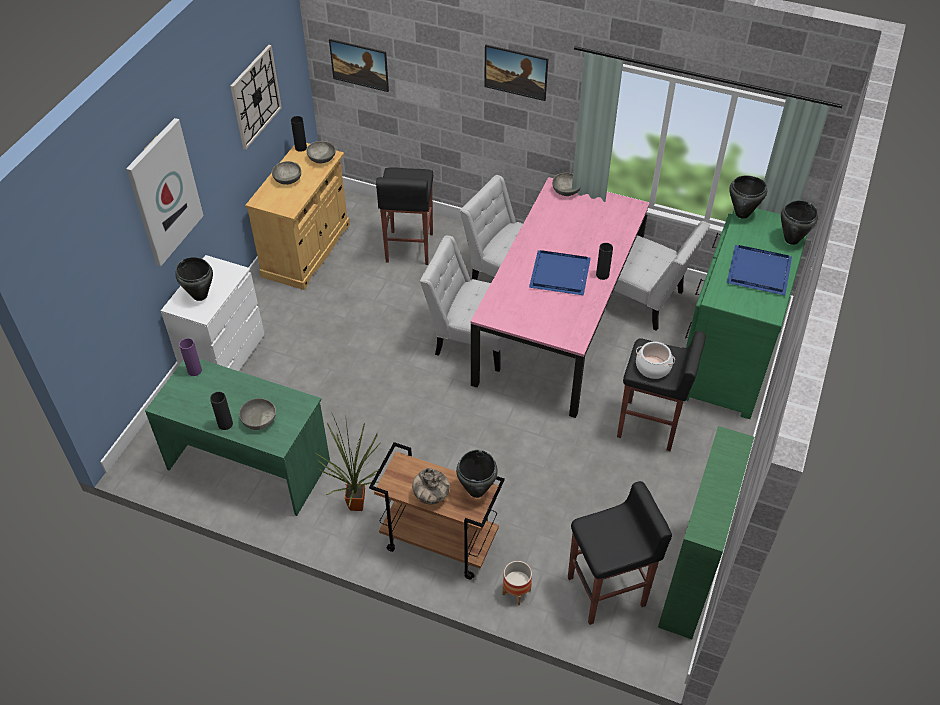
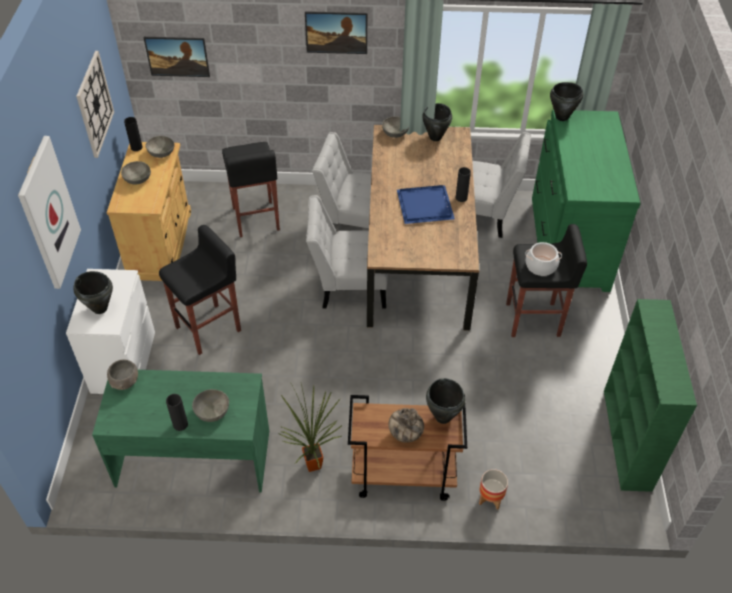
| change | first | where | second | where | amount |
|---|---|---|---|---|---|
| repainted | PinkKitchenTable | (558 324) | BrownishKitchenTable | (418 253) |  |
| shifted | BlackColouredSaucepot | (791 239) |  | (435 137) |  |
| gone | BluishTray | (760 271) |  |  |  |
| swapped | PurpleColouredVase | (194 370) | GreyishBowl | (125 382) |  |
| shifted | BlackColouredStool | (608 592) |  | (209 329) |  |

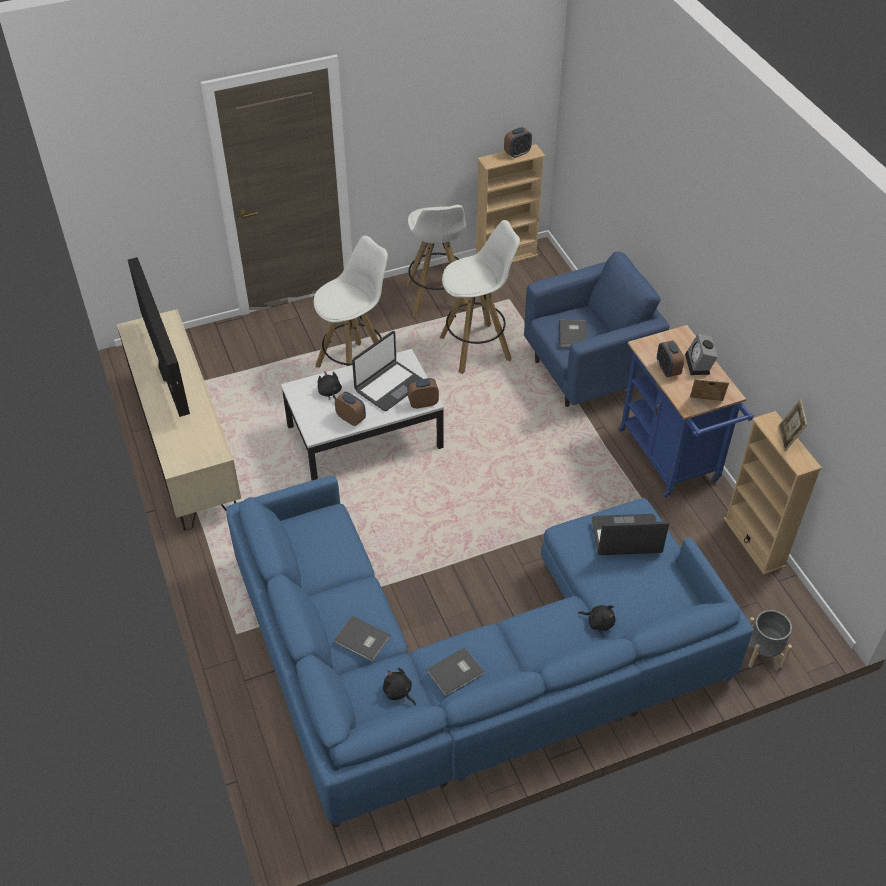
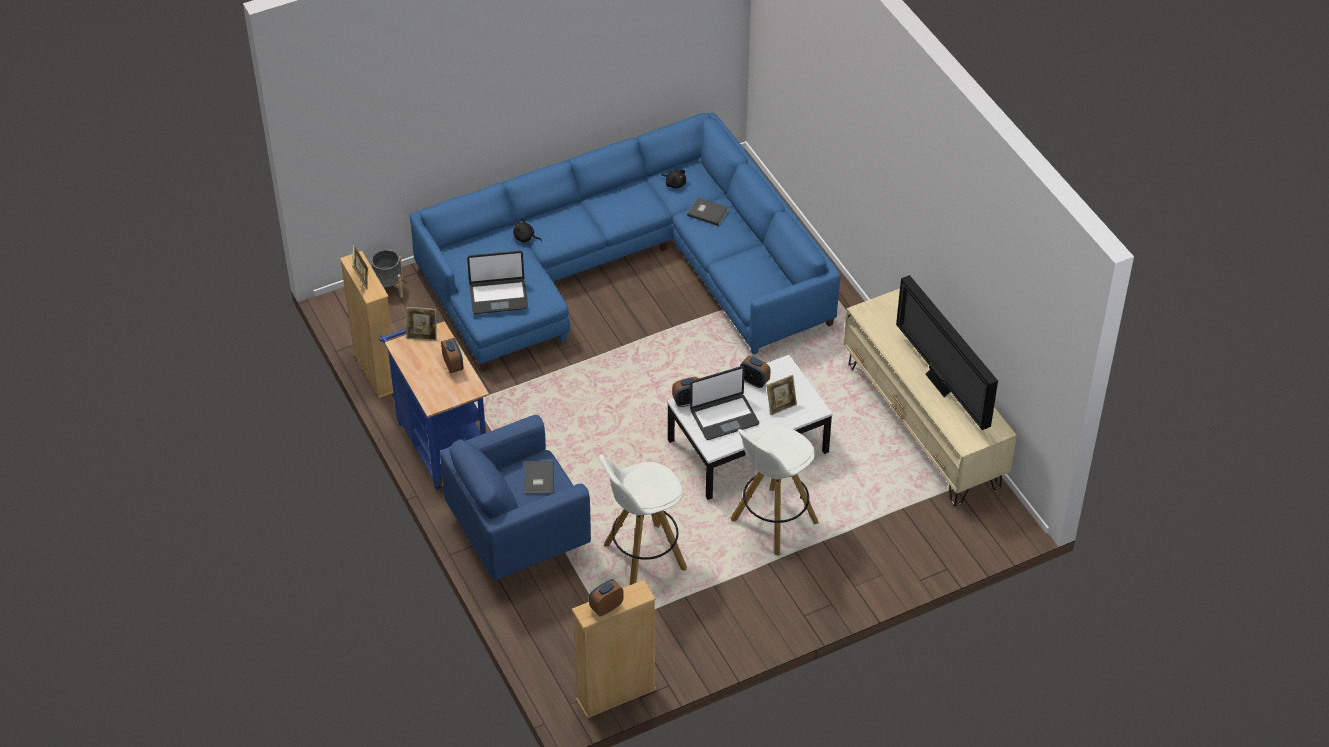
| change | first | where | second | where | amount |
|---|---|---|---|---|---|
| gone | WhiteStool | (437 298) |  |  |  |
| rotated | Laptop | (389 386) |  | (724 417) | 150 degrees counterclockwise |
| gone | TableClock | (699 365) |  |  |  |
| swapped | BlackColouredCuddlyToy | (330 393) | PictureFrame | (781 406) |  |
| gone | GreyishBook | (456 673) |  |  |  |

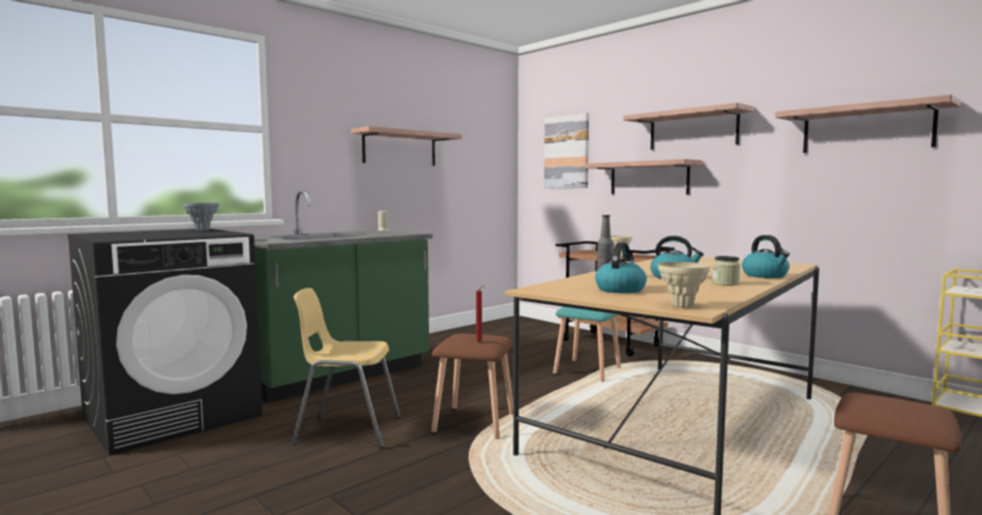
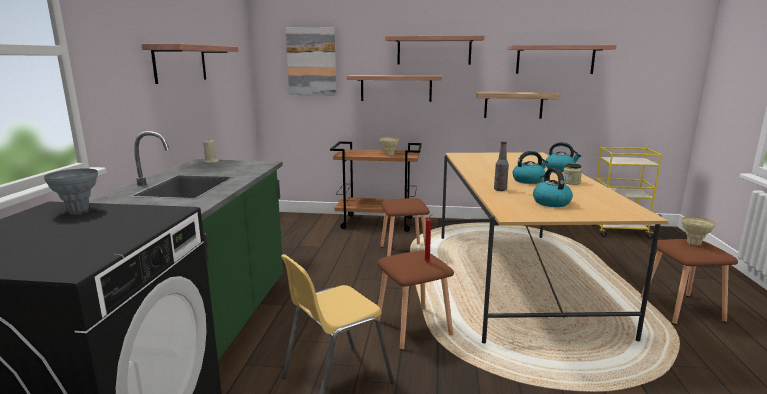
| change | first | where | second | where | amount |
|---|---|---|---|---|---|
| shifted | SandColouredVase | (682 306) |  | (693 243) |  |
| repainted | BlueGreenStool | (587 370) | BrownishStool | (403 252) |  |
| new |  |  | Shelf | (513 105) |  |

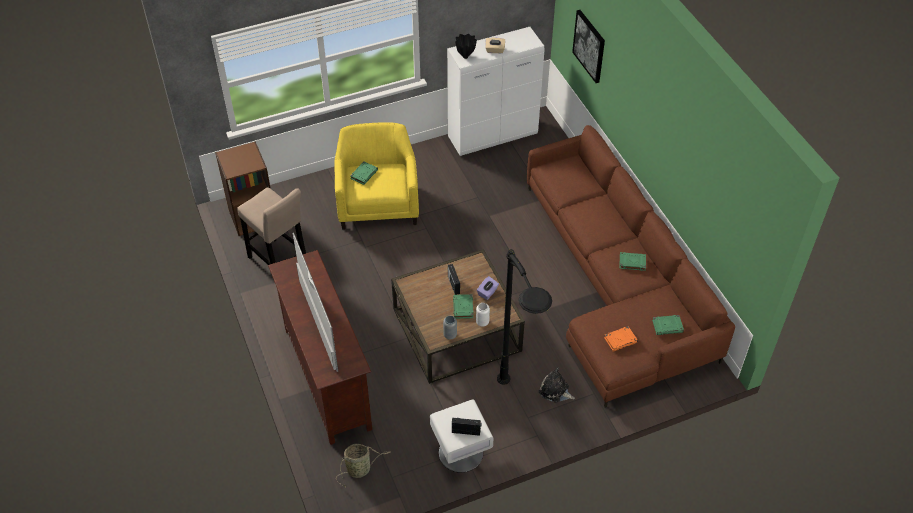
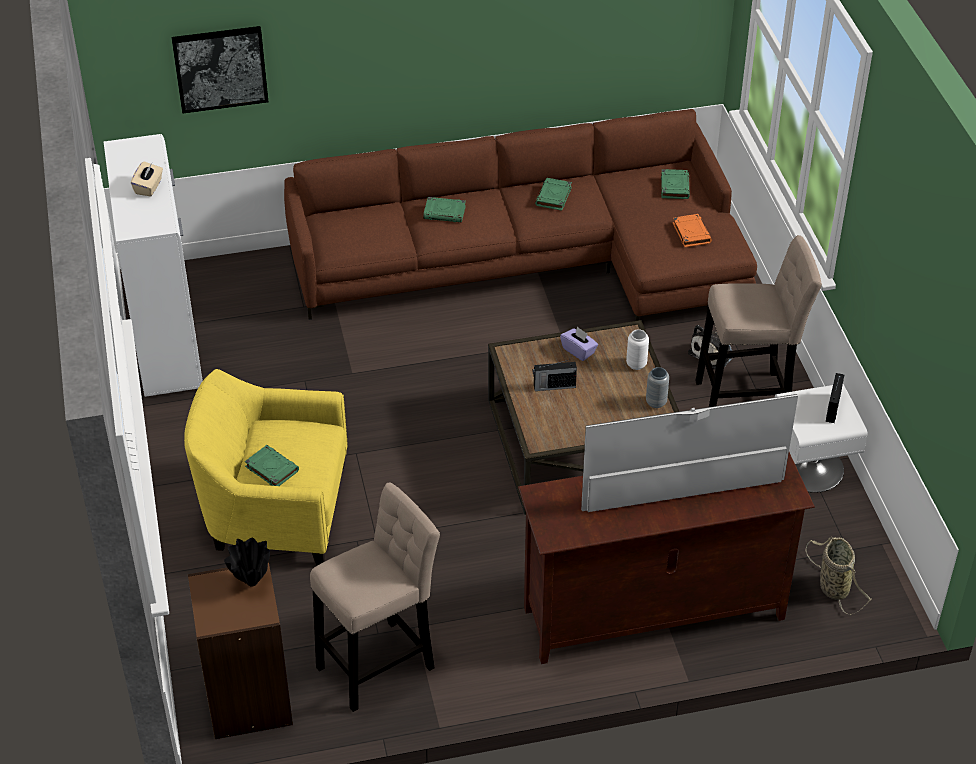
| change | first | where | second | where | amount |
|---|---|---|---|---|---|
| shifted | BlackColouredVase | (465 56) |  | (251 581) |  |
| swapped | BlackColouredStandingLamp | (517 413) | SandColouredStool | (748 397) |  |
| shifted | GreenishBook | (463 308) |  | (445 212) |  |

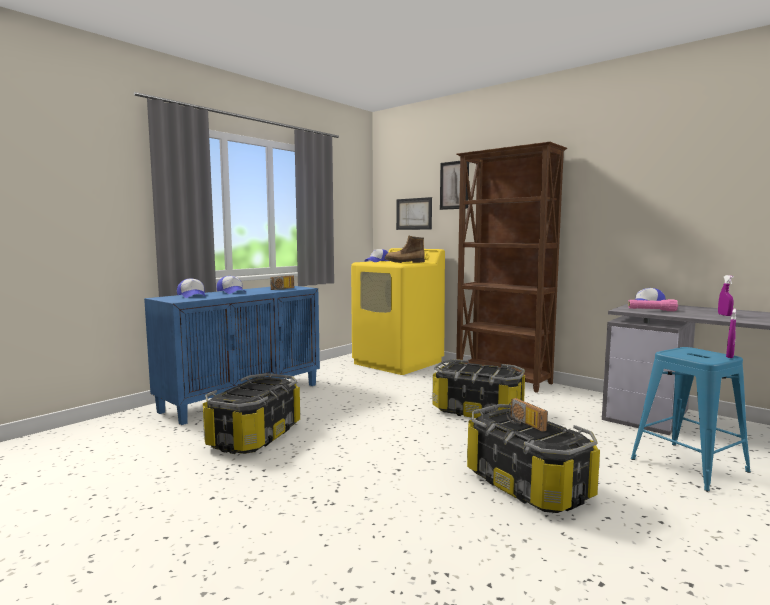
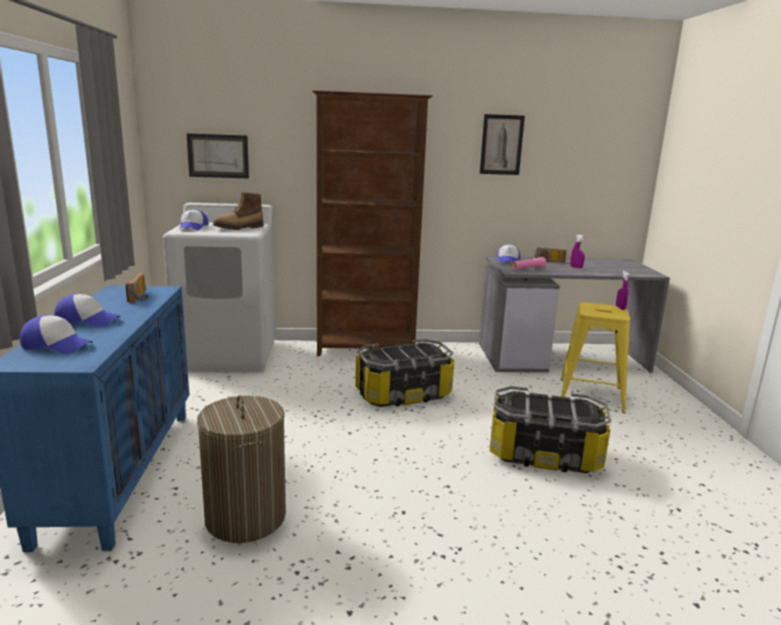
| change | first | where | second | where | amount |
|---|---|---|---|---|---|
| shifted | WallArt | (454 185) |  | (501 145) |  |
| repainted | YellowishWashingMachine | (398 363) | WhiteWashingMachine | (229 355) |  |
| repainted | BluishStool | (689 465) | YellowishStool | (591 395) |  |
| swapped | StorageBox | (254 435) | WashingBasket | (245 517) |  |
| shifted | Radio | (523 424) |  | (549 261) |  |

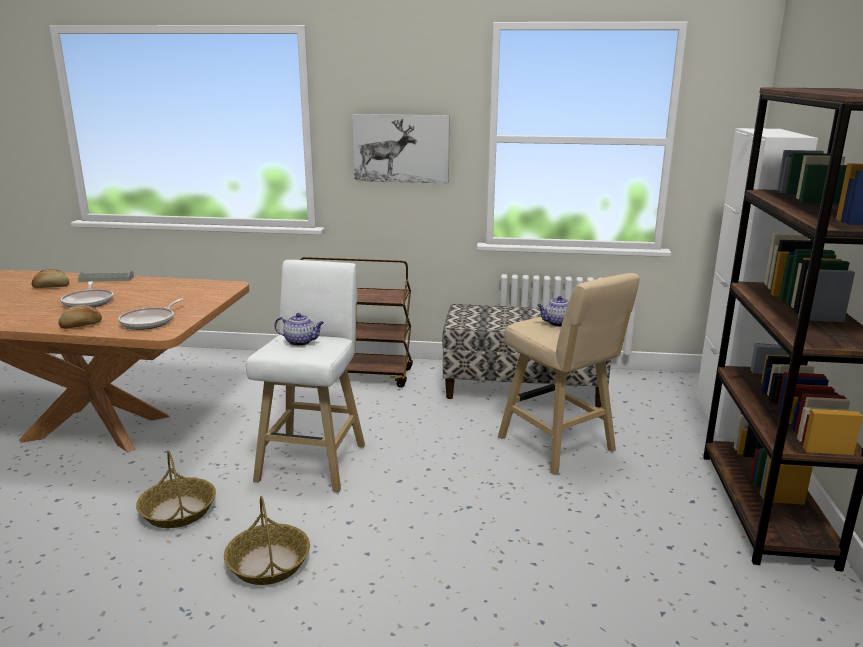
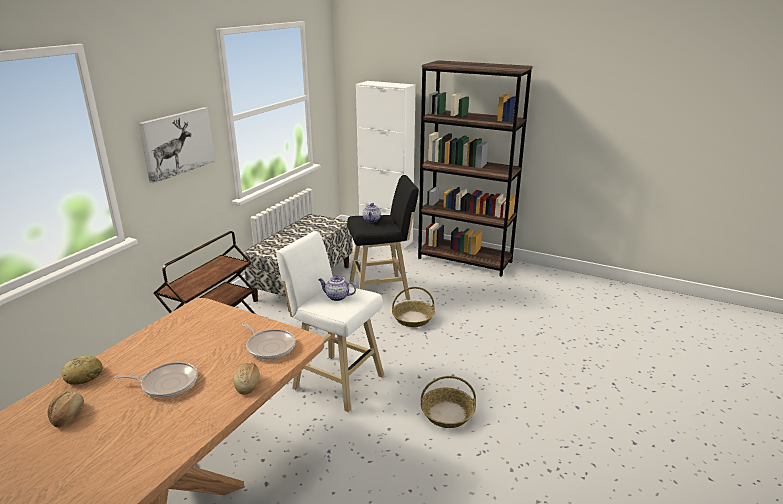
| change | first | where | second | where | amount |
|---|---|---|---|---|---|
| swapped | GreyishTray | (106 279) | BakeryBread | (84 376) |  |
| repainted | SandColouredStool | (559 447) | BlackColouredStool | (382 291) |  |
| rotated | PotForTea | (301 342) |  | (336 297) | 105 degrees counterclockwise |
| shifted | StorageBasket | (178 511) |  | (413 318) |  |

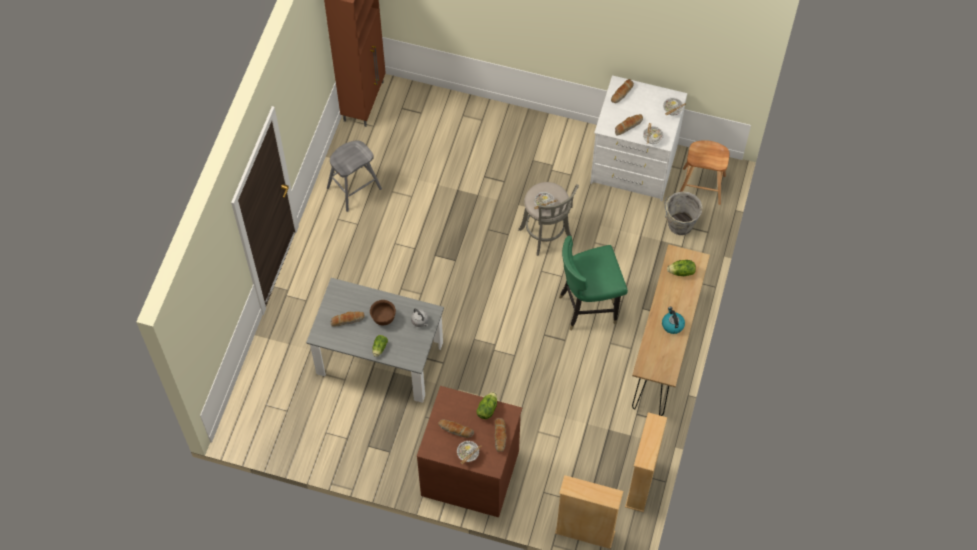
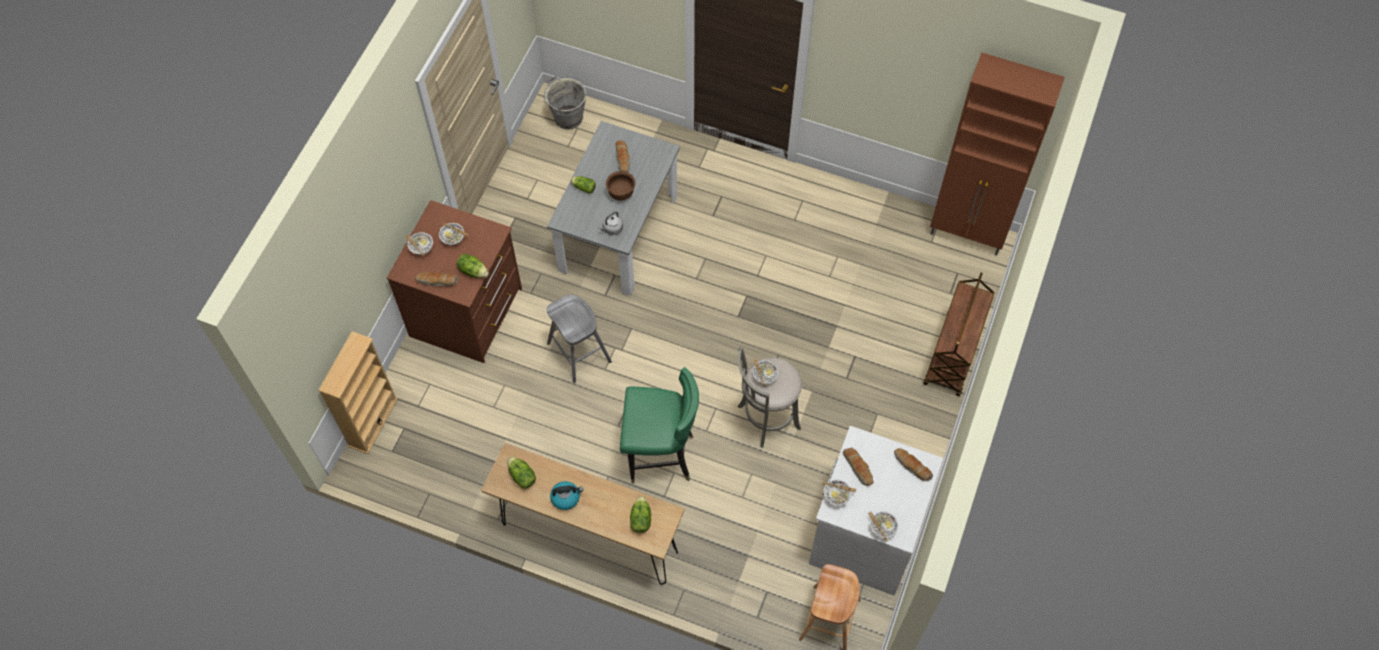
| change | first | where | second | where | amount |
|---|---|---|---|---|---|
| shifted | GreyishStool | (354 188) |  | (579 352) |  |
| shifted | GreyishBucket | (679 225) |  | (568 117) |  |
| rotated | GreenishPlainChair | (588 307) |  | (660 456) | 105 degrees clockwise |
| gone | SandColouredBookshelf | (641 484) |  |  |  |
| swapped | BakeryBread | (455 430) | Bowl | (453 238) |  |
| new |  |  | BrownishTrolley | (953 355) |  |
| new |  |  | LettuceHead | (521 476) |  |

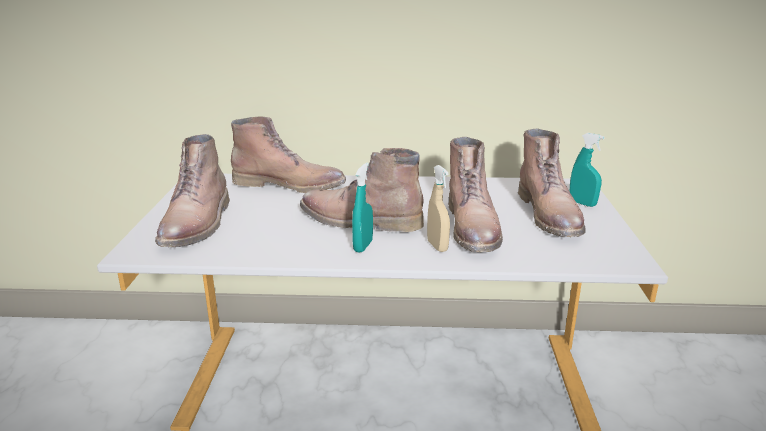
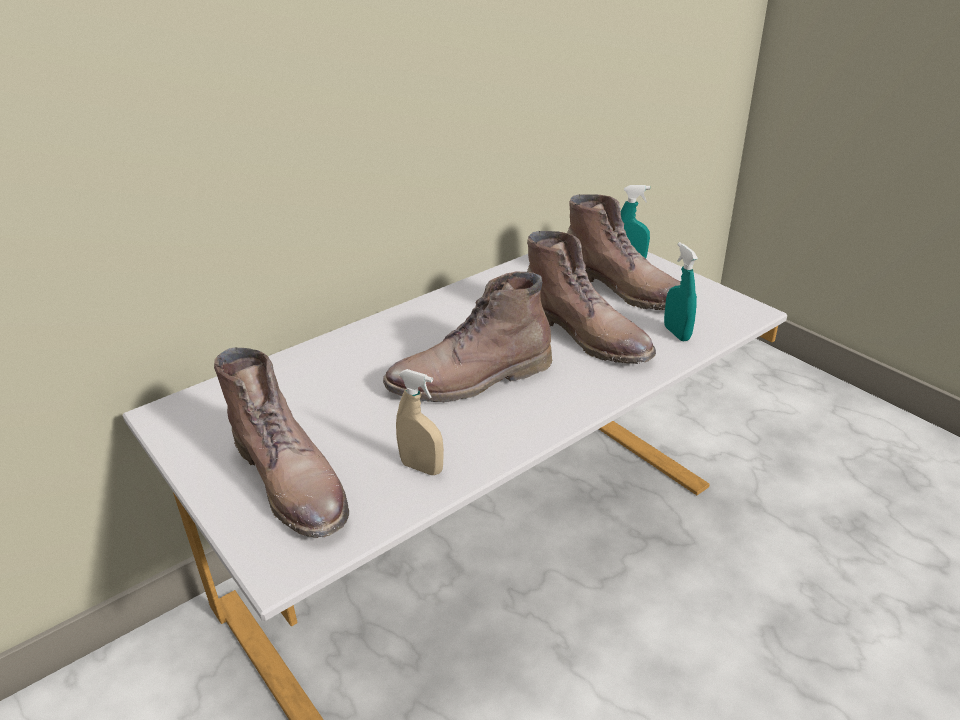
| change | first | where | second | where | amount |
|---|---|---|---|---|---|
| gone | BrownishHighTopBoot | (290 185) |  |  |  |
| shifted | BlueGreenHandSprayer | (363 246) |  | (676 333) |  |
| shifted | SandColouredHandSprayer | (437 246) |  | (422 467) |  |

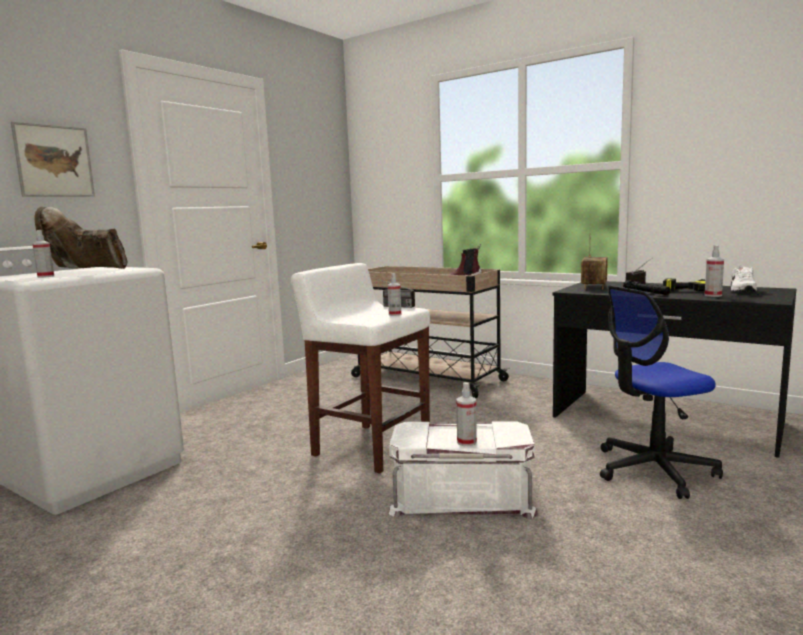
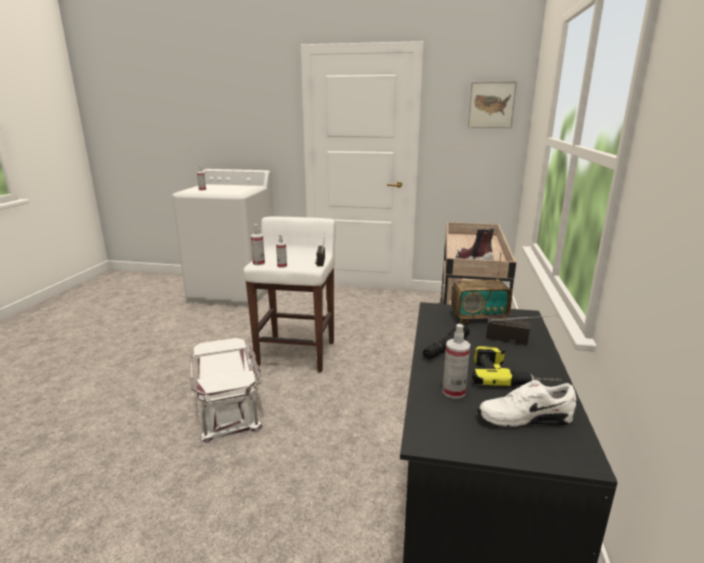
| change | first | where | second | where | amount |
|---|---|---|---|---|---|
| shifted | WallArt | (54 161) |  | (491 105) |  |
| gone | BrownishHighTopBoot | (85 271) |  |  |  |
| gone | OfficeChair | (653 470) |  |  |  |
| shifted | HandSprayer | (466 442) |  | (258 263) |  |

